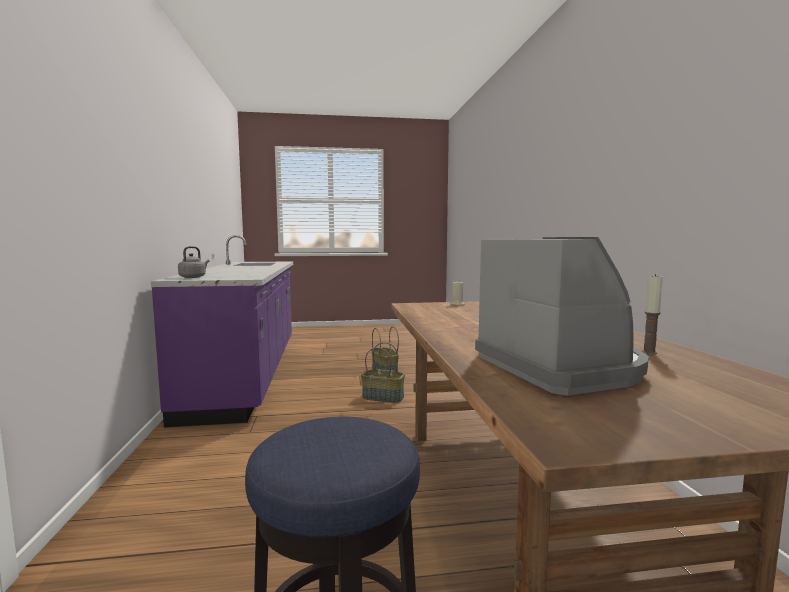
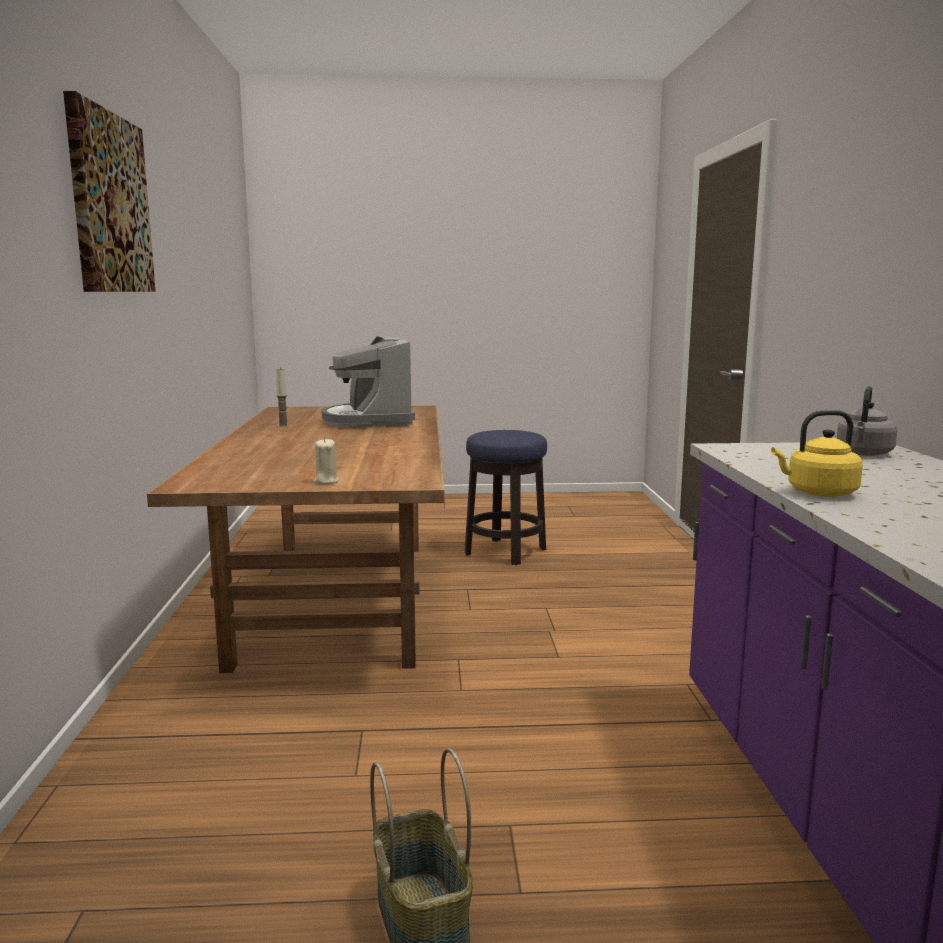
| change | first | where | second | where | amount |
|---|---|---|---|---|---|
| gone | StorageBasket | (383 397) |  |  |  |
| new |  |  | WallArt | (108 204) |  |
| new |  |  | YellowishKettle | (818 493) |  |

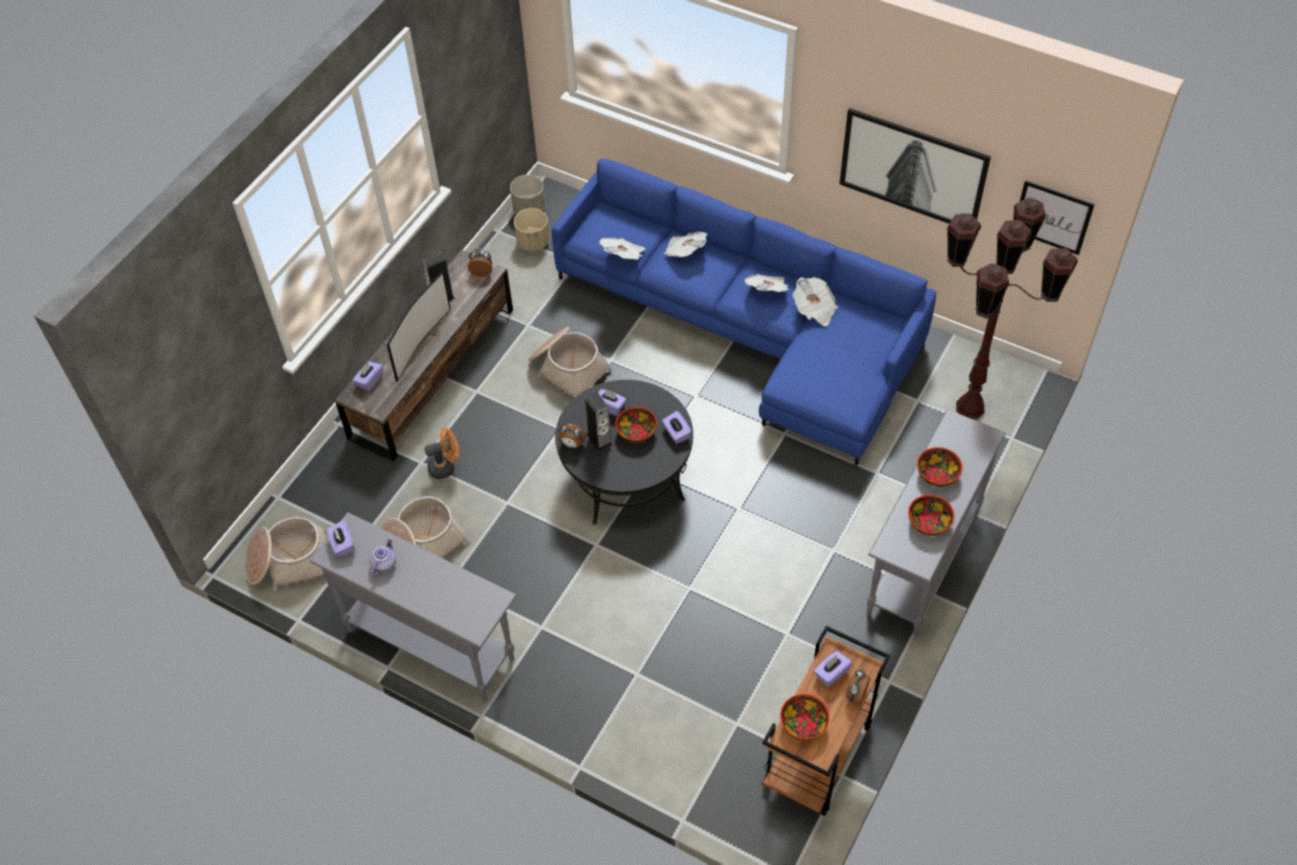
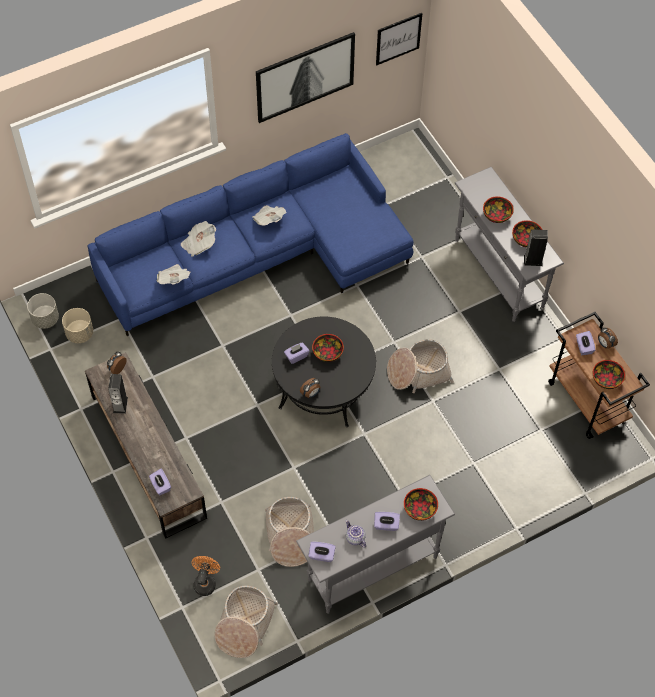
| change | first | where | second | where | amount |
|---|---|---|---|---|---|
| gone | BrownishStandingLamp | (971 407) |  |  |  |
| gone | Television | (420 343) |  |  |  |
| gone | Newspaper | (814 309) |  |  |  |
| shifted | StorageBasket | (567 368) |  | (418 372) |  |
| shifted | AudioSpeaker | (599 439) |  | (533 260) |  |
| shifted | PurpleColouredTissueHolder | (676 433) |  | (386 525) |  |
| shifted | OrangeColouredCoolingFan | (446 466) |  | (205 582) |  |
| new |  |  | Bowl | (420 508) |  |

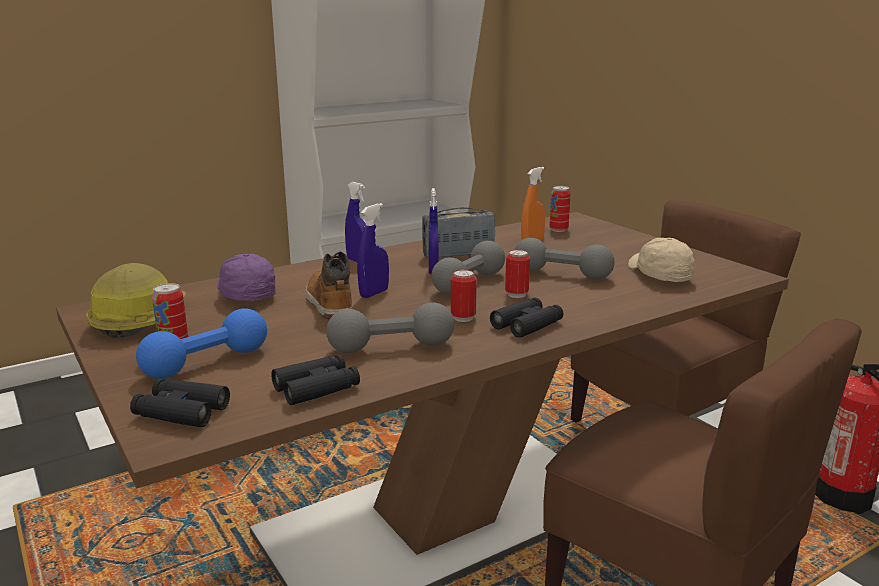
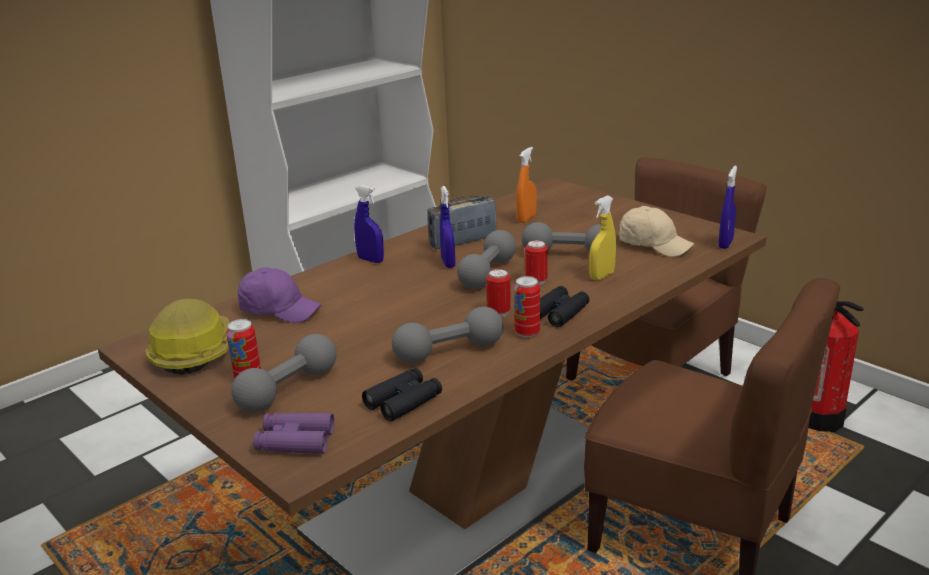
| change | first | where | second | where | amount |
|---|---|---|---|---|---|
| shifted | MetalCan | (558 230) |  | (527 332) |  |
| shifted | BluishHandSprayer | (374 293) |  | (725 244) |  |
| rotated | SandColouredPeakedCap | (658 275) |  | (654 245) | 150 degrees clockwise |
| gone | HighTopBoot | (329 303) |  |  |  |
| rotated | PurpleColouredPeakedCap | (245 293) |  | (279 310) | 150 degrees clockwise |
| repainted | BluishFreeWeight | (207 363) | GreyishFreeWeight | (288 389) |  |
| repainted | BlackColouredBinoculars | (181 411) | PurpleColouredBinoculars | (295 441) |  |
| new |  |  | YellowishHandSprayer | (602 276) |  |

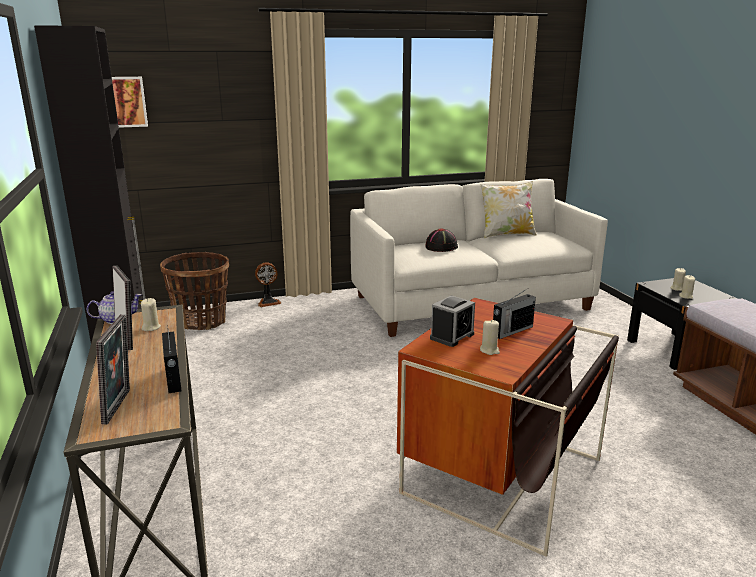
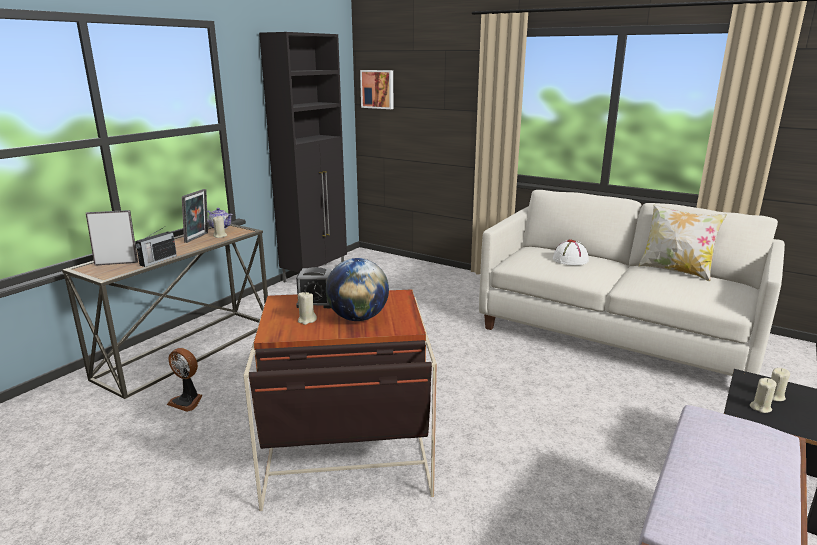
| change | first | where | second | where | amount |
|---|---|---|---|---|---|
| repainted | BlackColouredClothingHat | (441 247) | WhiteClothingHat | (570 260) |  |
| gone | StorageBasket | (201 321) |  |  |  |
| shifted | CoolingFan | (268 302) |  | (187 401) |  |
| swapped | Radio | (511 331) | Globe | (358 318) |  |
| rotated | PictureFrame | (120 406) |  | (117 263) | 150 degrees counterclockwise |

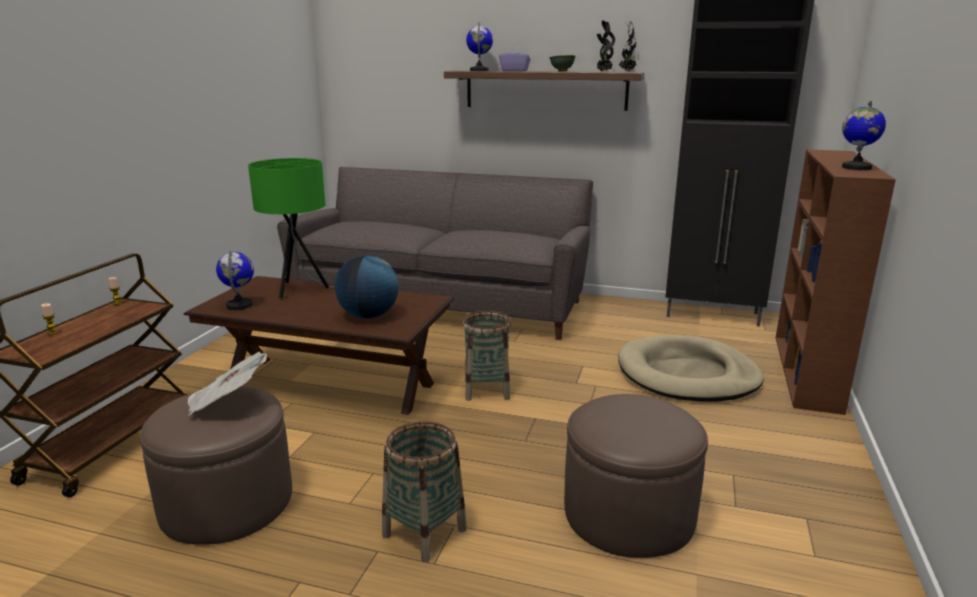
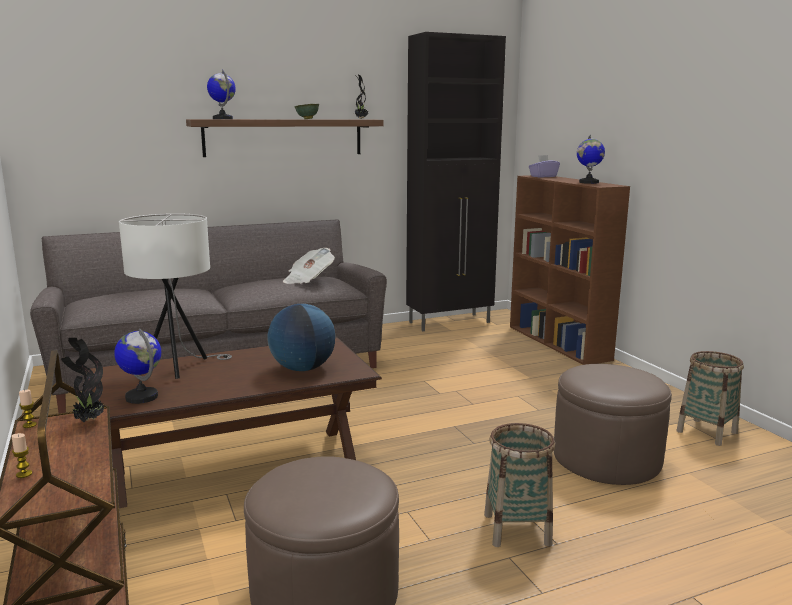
| change | first | where | second | where | amount |
|---|---|---|---|---|---|
| shifted | Houseplant | (603 72) |  | (88 421) |  |
| shifted | PurpleColouredTissueHolder | (514 71) |  | (543 176) |  |
| repainted | GreenishLampForATable | (302 290) | WhiteLampForATable | (180 367) |  |
| shifted | StorageBasket | (487 390) |  | (707 432) |  |
| gone | SandColouredPetBed | (687 375) |  |  |  |
| shifted | Newspaper | (227 402) |  | (308 280) |  |

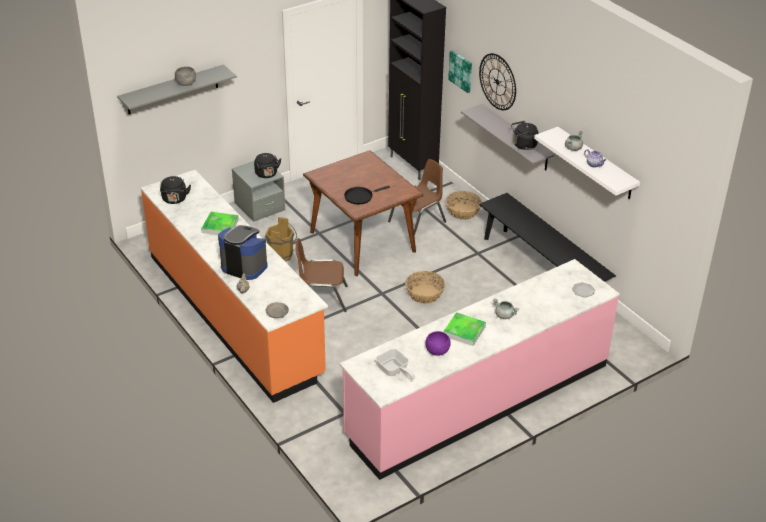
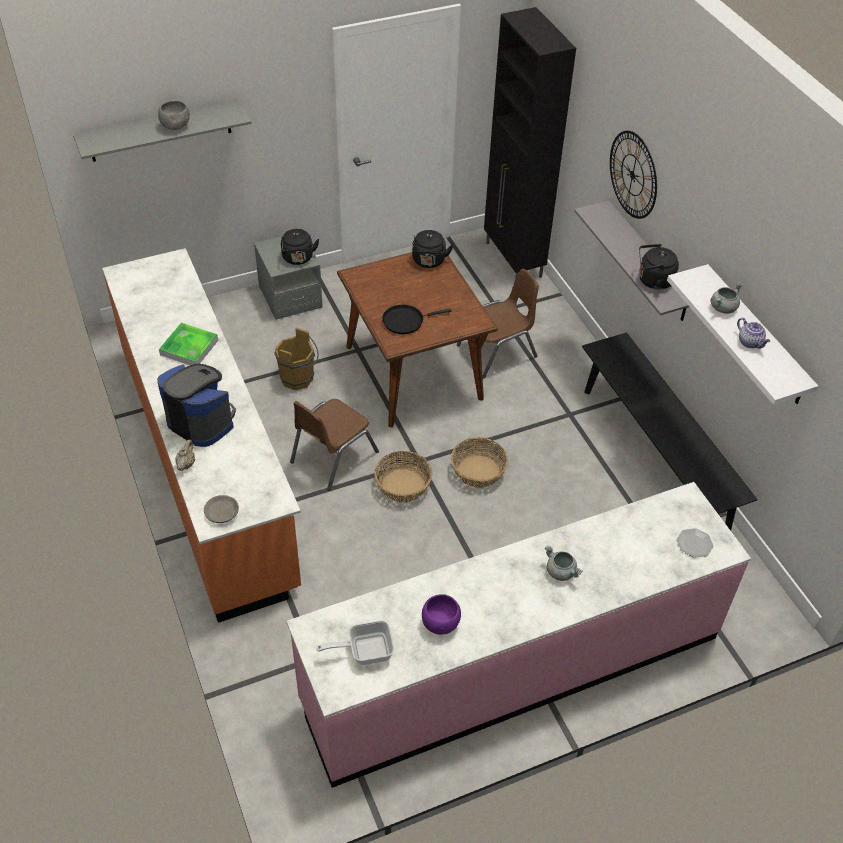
| change | first | where | second | where | amount |
|---|---|---|---|---|---|
| gone | WallArt | (461 71) |  |  |  |
| shifted | BlackColouredKettle | (174 200) |  | (429 262) |  |
| shifted | StorageBasket | (463 212) |  | (403 486) |  |
| rotated | BrownishPlainChair | (321 298) |  | (333 457) | 60 degrees counterclockwise |
| gone | Tray | (464 331) |  |  |  |
| rotated | FryingPan | (394 371) |  | (364 651) | 105 degrees clockwise |

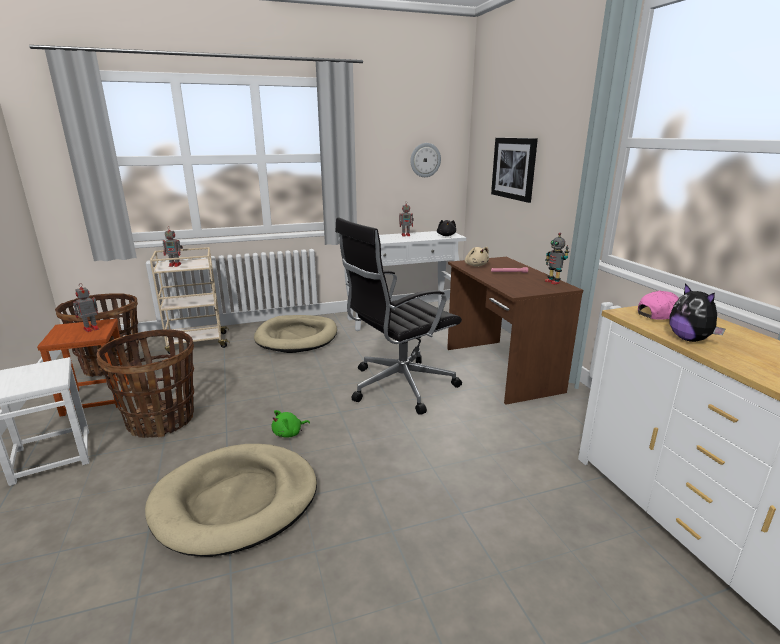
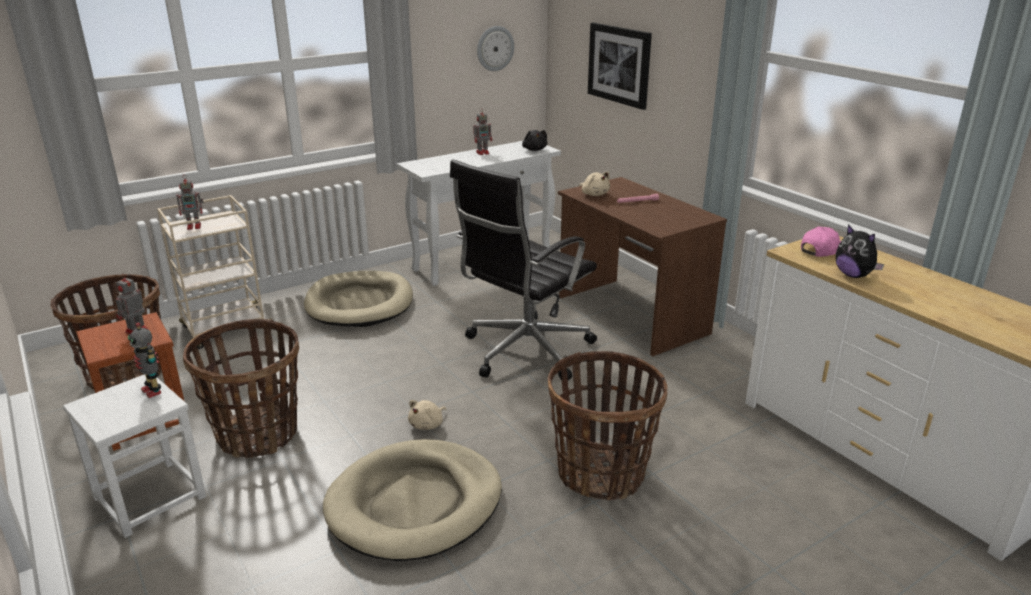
| change | first | where | second | where | amount |
|---|---|---|---|---|---|
| shifted | ModelRobot | (553 282) |  | (153 391) |  |
| repainted | GreenishCuddlyToy | (289 433) | SandColouredCuddlyToy | (427 425) |  |
| new |  |  | StorageBasket | (601 474) |  |

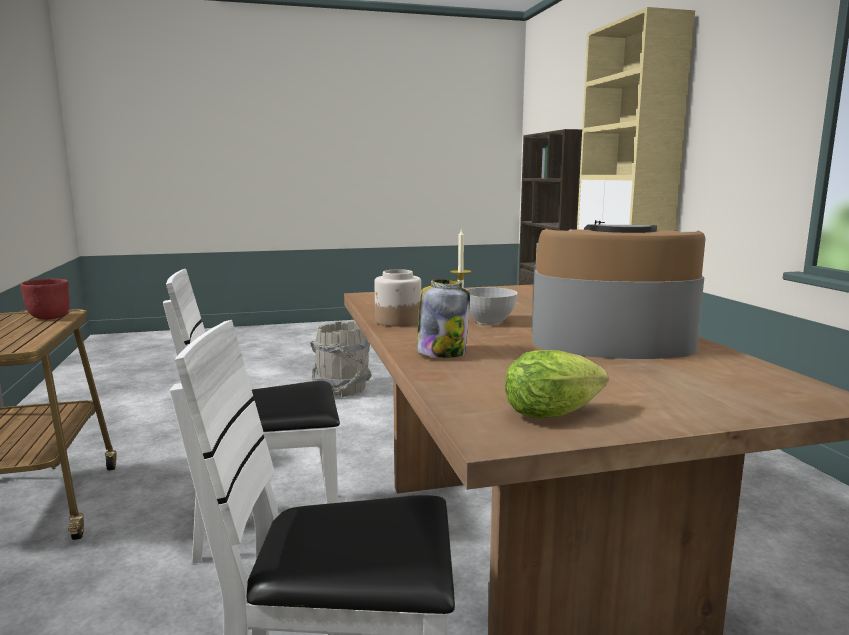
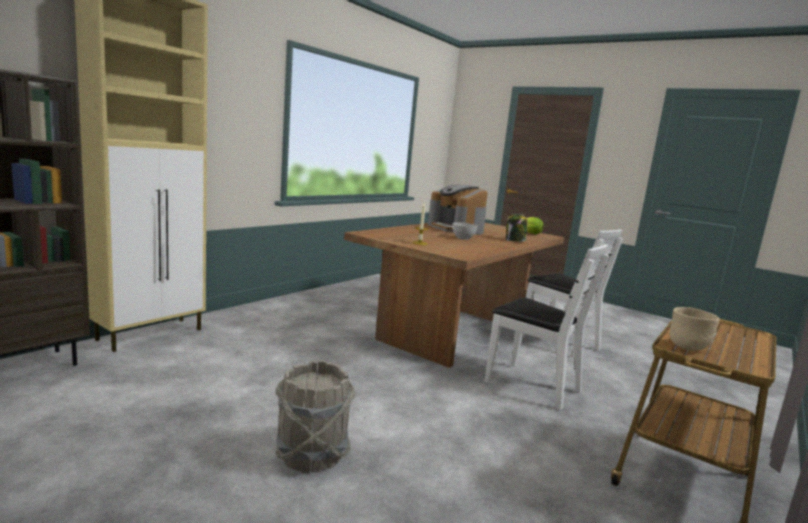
| change | first | where | second | where | amount |
|---|---|---|---|---|---|
| gone | StorageJar | (397 321) |  |  |  |
| repainted | ReddishBowl | (48 318) | SandColouredBowl | (688 347) |  |

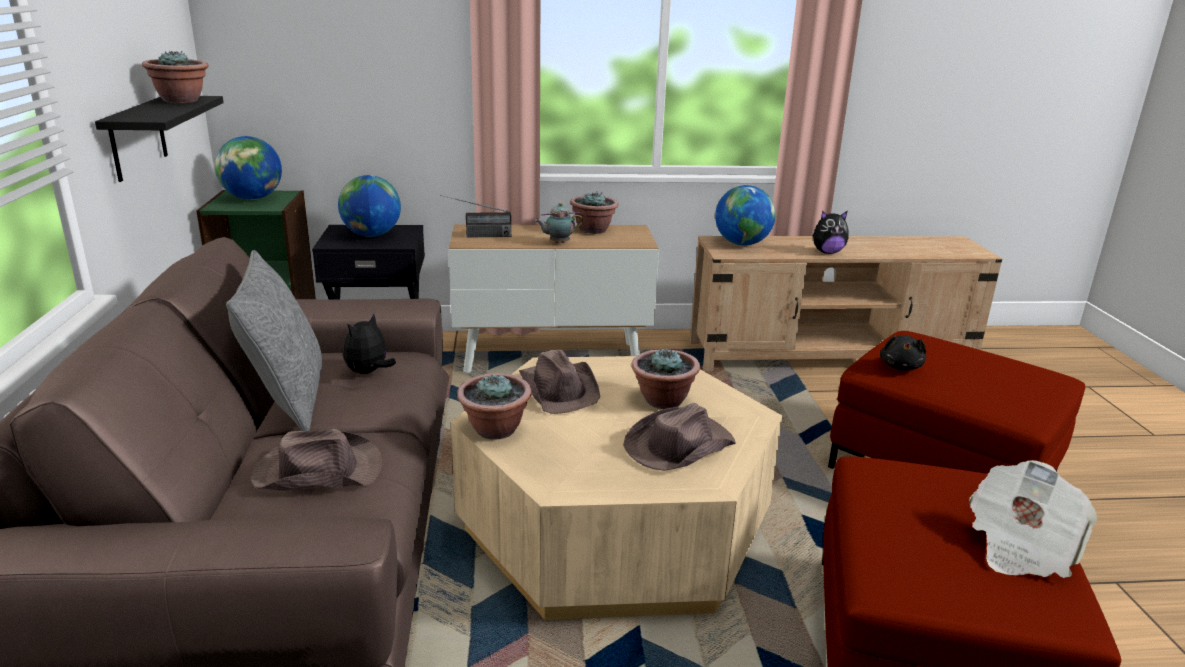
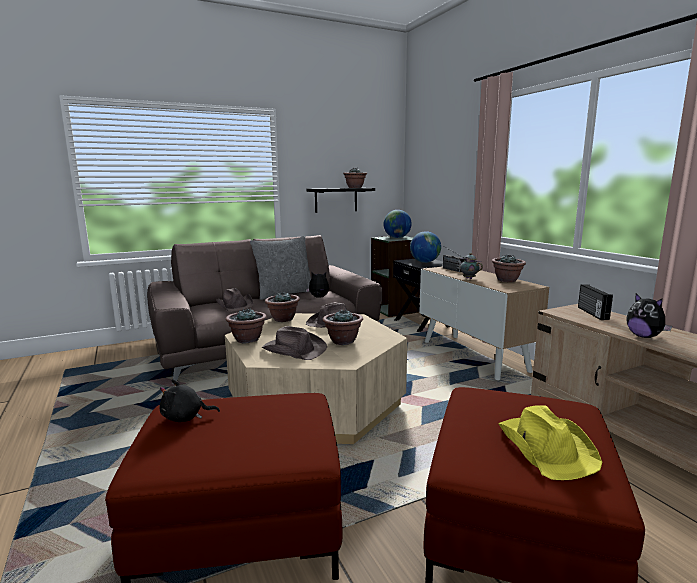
| change | first | where | second | where | amount |
|---|---|---|---|---|---|
| swapped | Globe | (742 244) | Radio | (592 313) |  |
| shifted | BlackColouredCuddlyToy | (901 366) |  | (185 417) |  |
| gone | Newspaper | (1020 546) |  |  |  |
| new |  |  | Houseplant | (247 339) |  |
| new |  |  | YellowishClothingHat | (546 447) |  |

